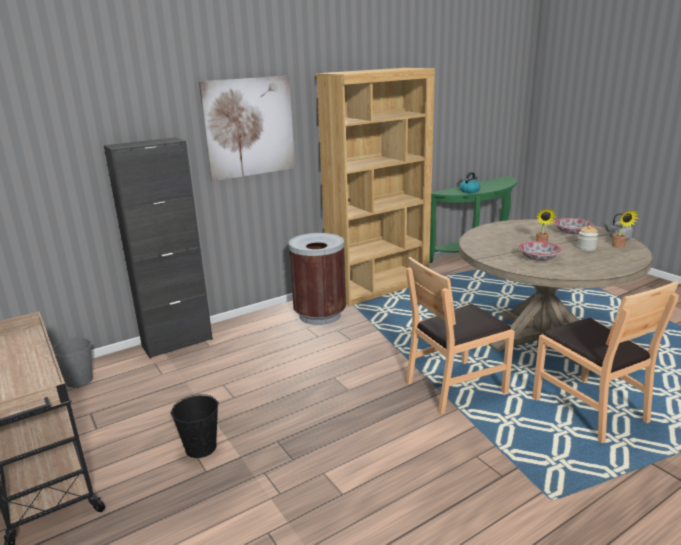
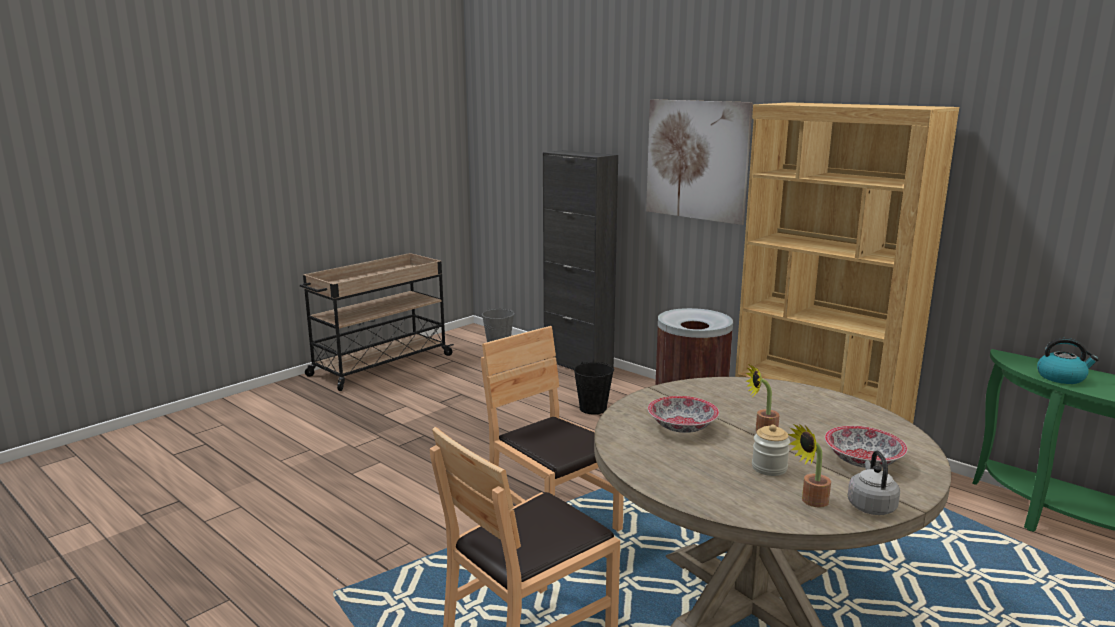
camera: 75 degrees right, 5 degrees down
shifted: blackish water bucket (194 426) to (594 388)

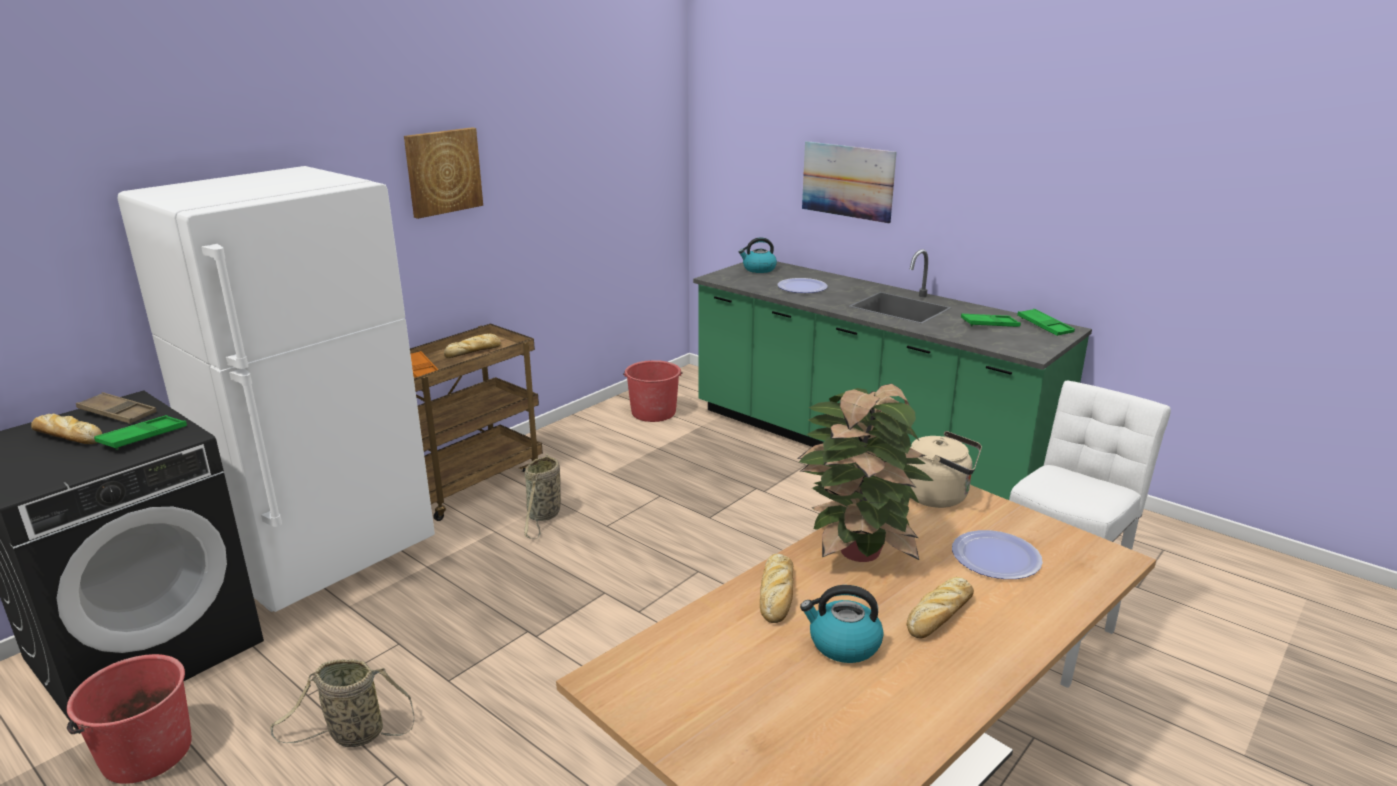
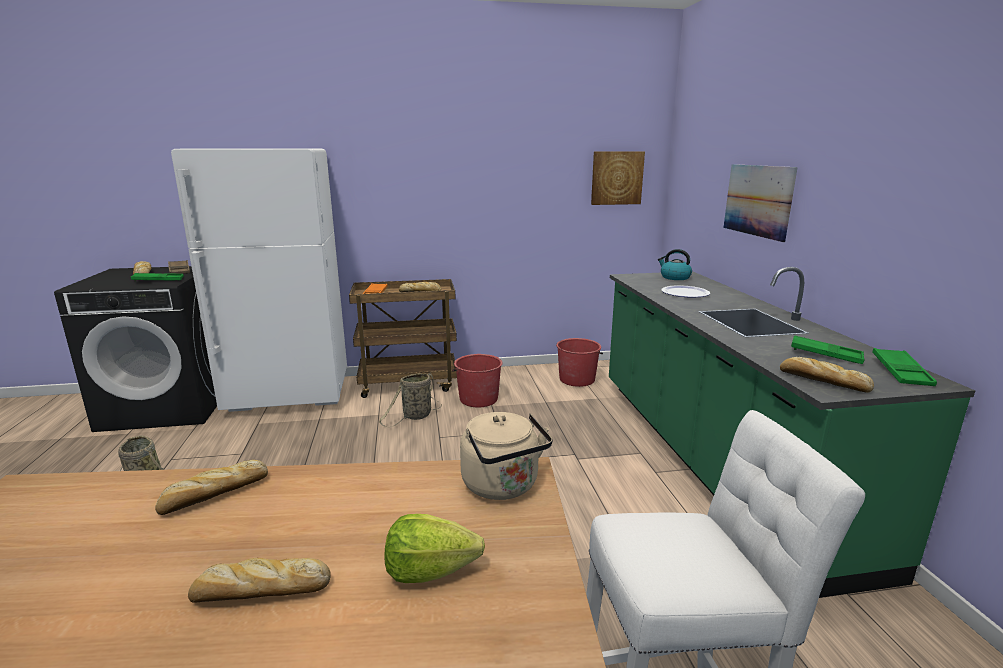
camera: 40 degrees right, 5 degrees down
gone: houseplant (865 473); tea kettle (842 624)
new: baked bread (827 375)
shifted: reddish water bucket (129 719) to (477 380); wall picture (443 173) to (618 178)
swapped: dinner plate (997 554) to head of lettuce (435 548)

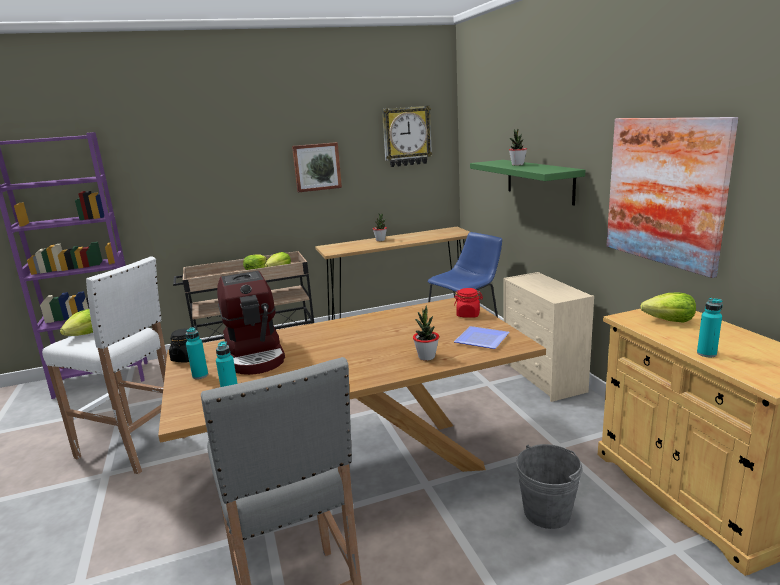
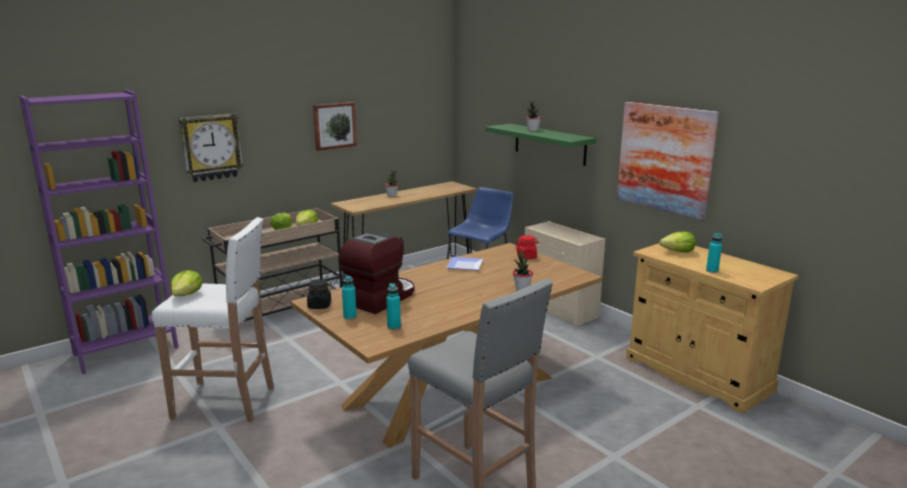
camera: 20 degrees left, 0 degrees up
gone: grey water bucket (549 486)
shifted: wall clock (407 136) to (211 147); dinner plate (481 337) to (464 263)
rotated: coffee maker (251 323) = (376 272) 105 degrees counterclockwise

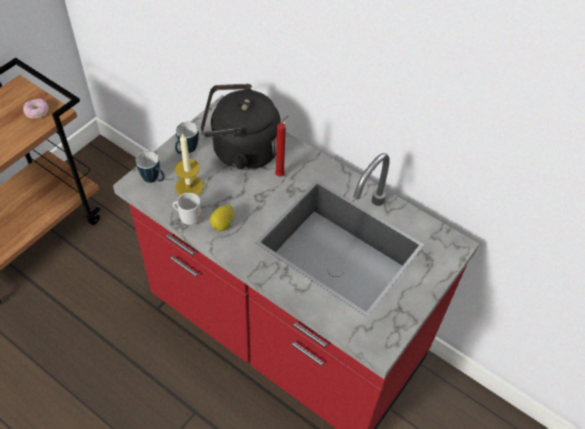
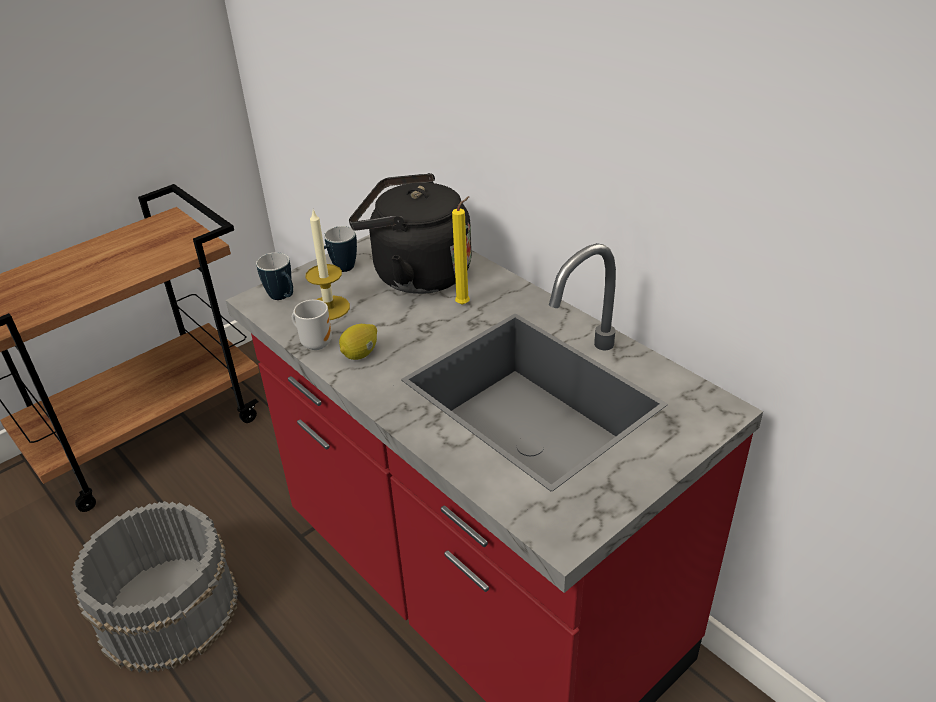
camera: 15 degrees right, 15 degrees down
gone: donut (36 109)
new: grey water bucket (154 587)
repainted: reddish wax candle (281 146) to yellowish wax candle (461 250)

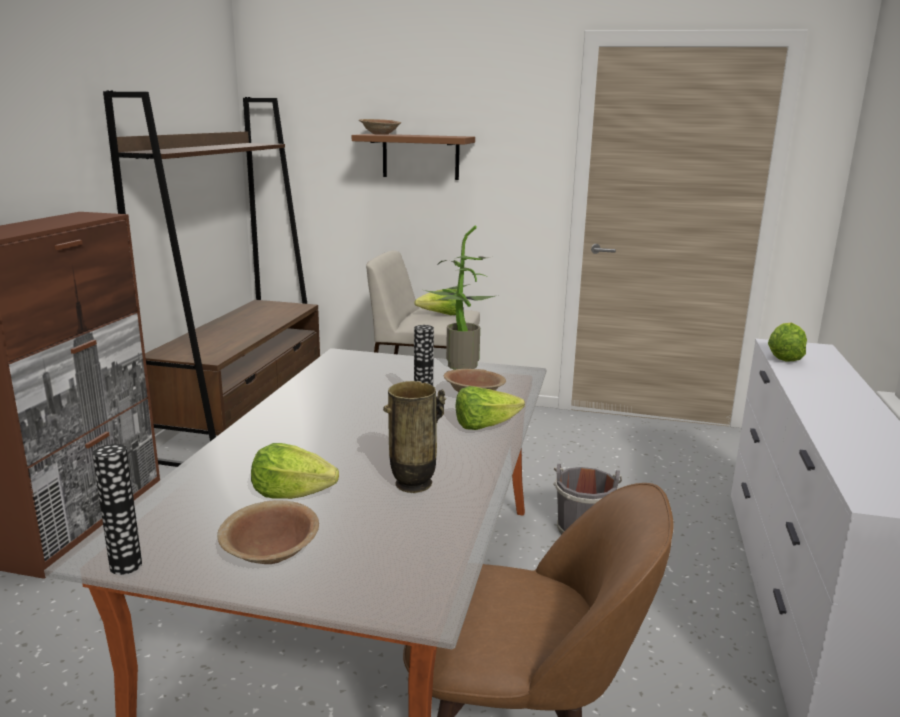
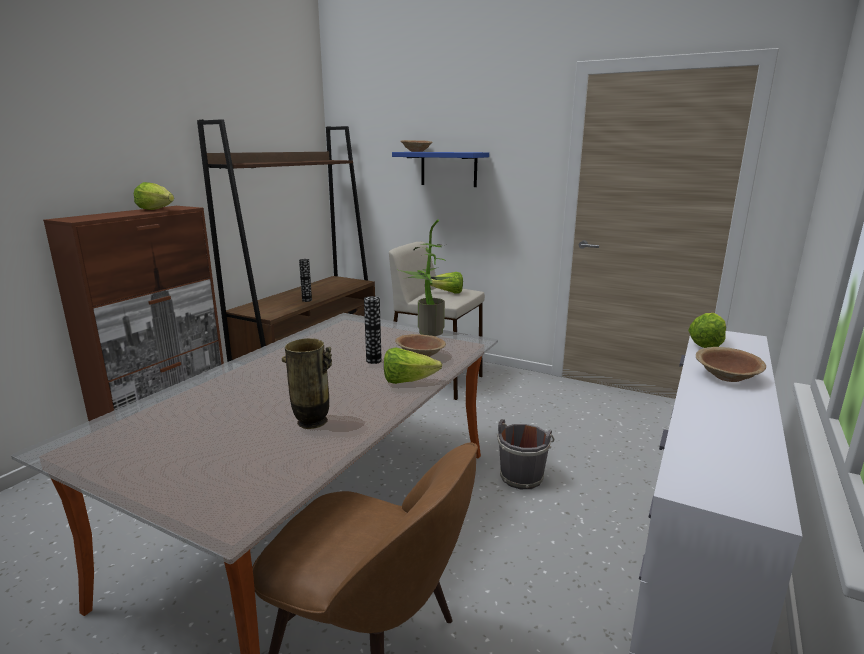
camera: 15 degrees right, 0 degrees up
shifted: head of lettuce (295 471) to (154 196); vase (117 509) to (305 280); brown serving bowl (268 532) to (731 364)
repainted: brown bracket shelf (413 157) to bluish bracket shelf (440 169)

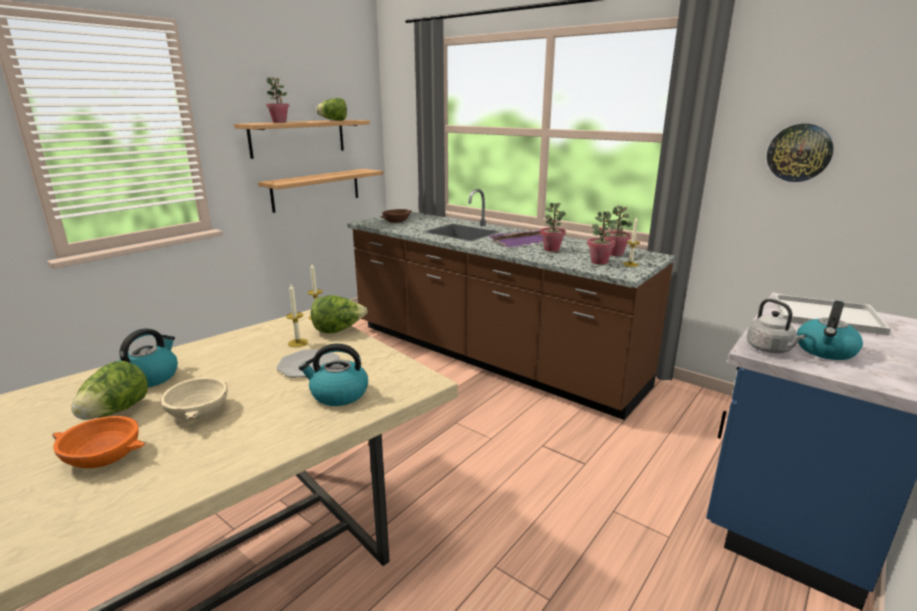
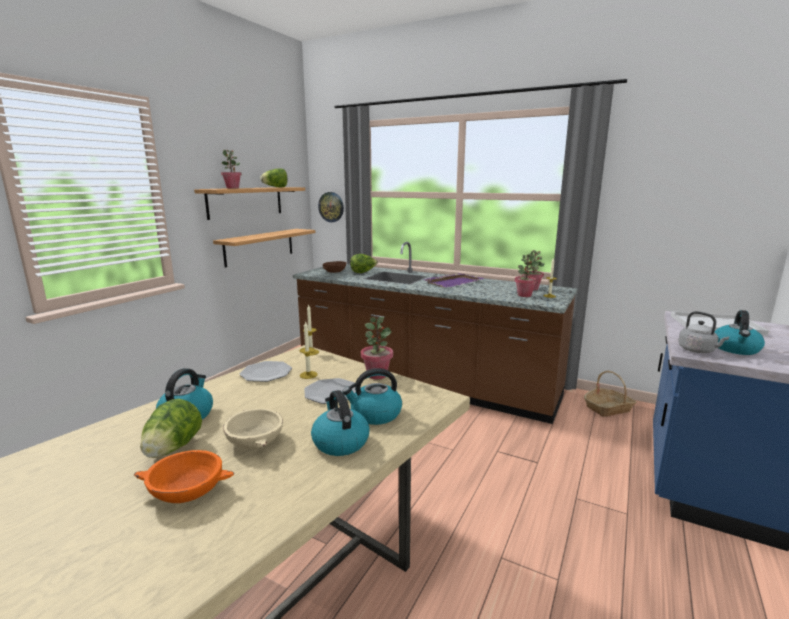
camera: 10 degrees left, 5 degrees down
new: dinner plate (265 371); tea kettle (340 423); storage basket (610 394)
shifted: wall clock (800 153) to (331 207); head of lettuce (339 314) to (364 263); houseplant (553 227) to (377 348)

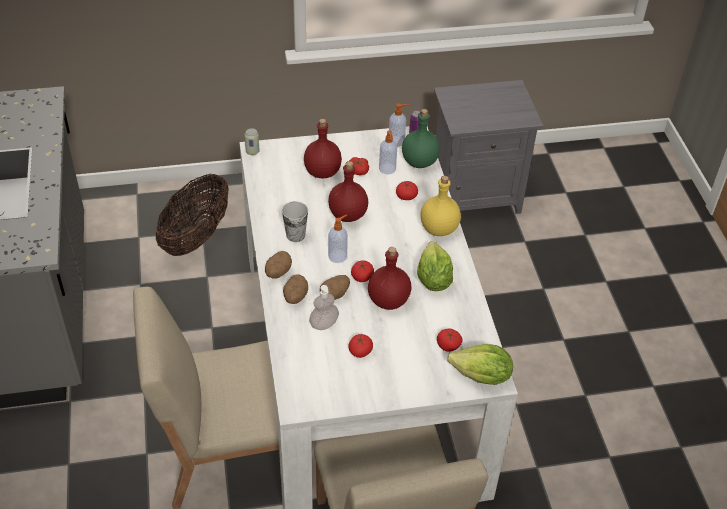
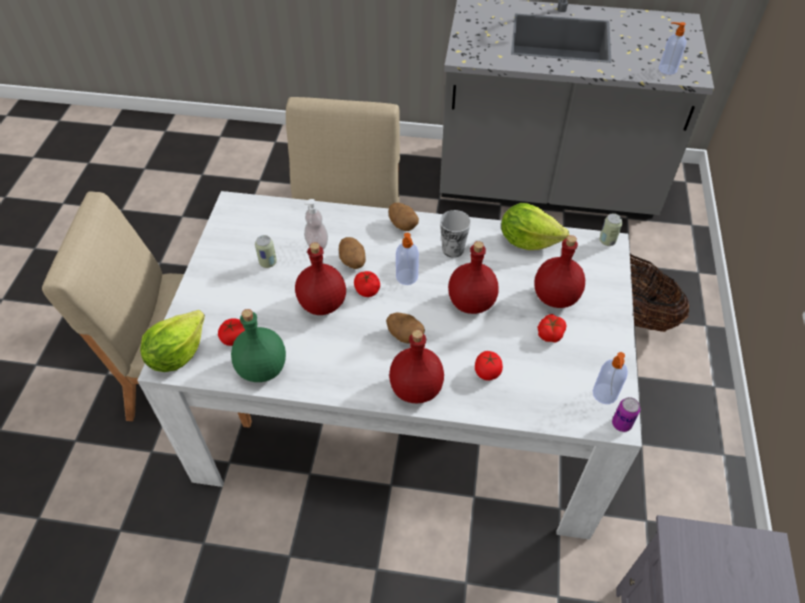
camera: 110 degrees right, 5 degrees up
shifted: green beverage bottle (421 138) to (258 345); potato (295 289) to (405 328); head of lettuce (435 266) to (535 226); liquid soap bottle (388 153) to (672 48)
swapped: tomato (360 346) to can (266 251)
repainted: yellowish beverage bottle (440 206) to reddish beverage bottle (416 367)

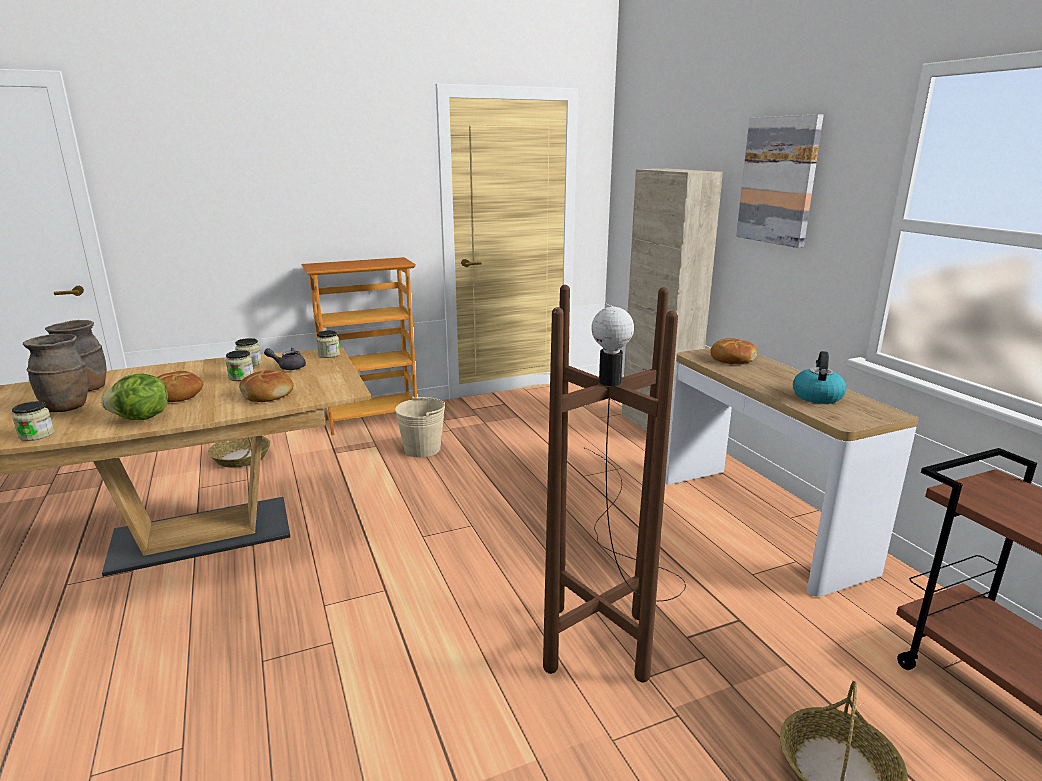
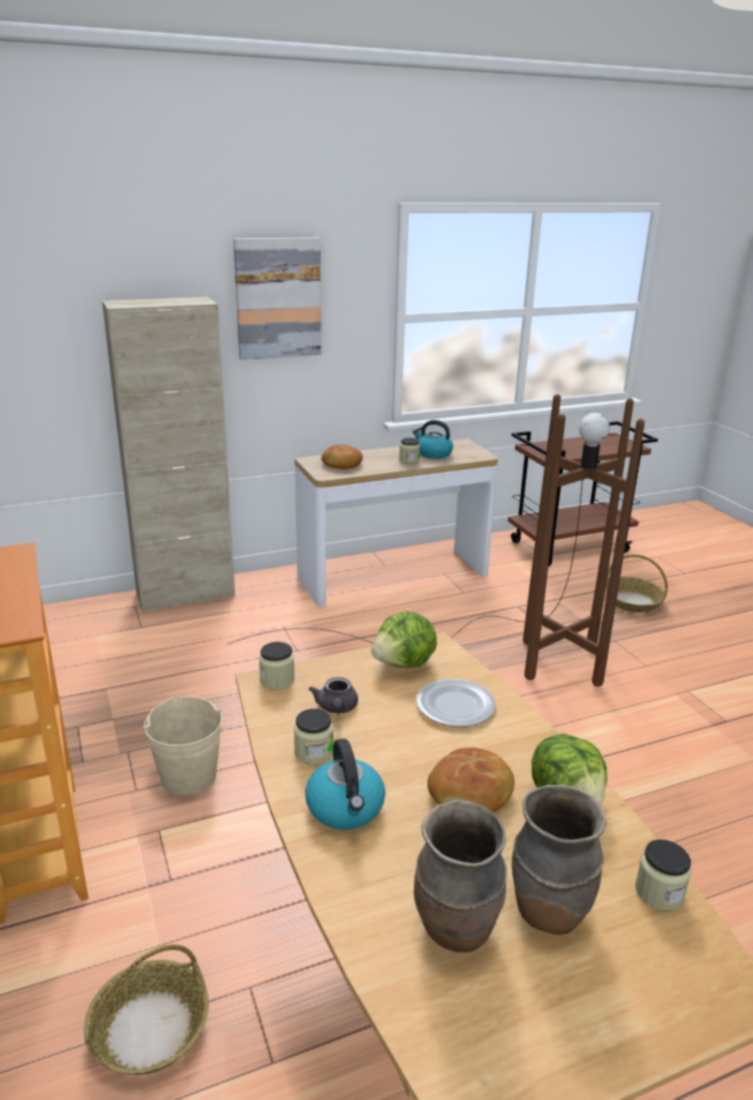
camera: 90 degrees left, 5 degrees up
new: tea kettle (345 784); head of lettuce (404 640)
shifted: preserve jar (240 365) to (409 451)
swapped: baked bread (266 386) to dinner plate (456 703)

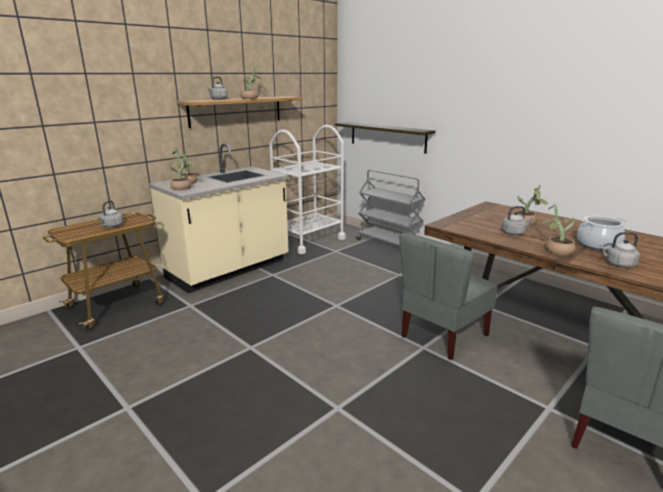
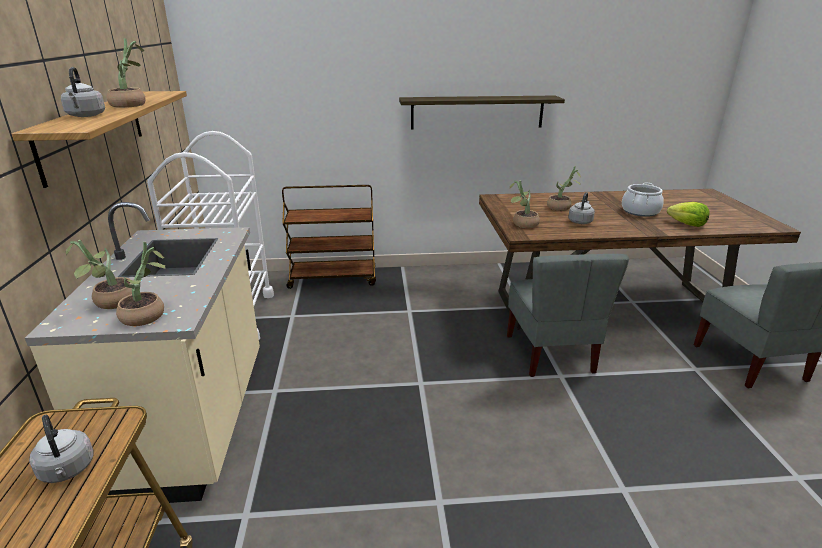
camera: 50 degrees left, 5 degrees up
shifted: bracket shelf (385 138) to (482 112); houseplant (558 229) to (525 204)
swapped: grey tea kettle (619 250) to head of lettuce (688 214)
repainted: grey wheeled cart (390 209) to brown wheeled cart (329 237)

